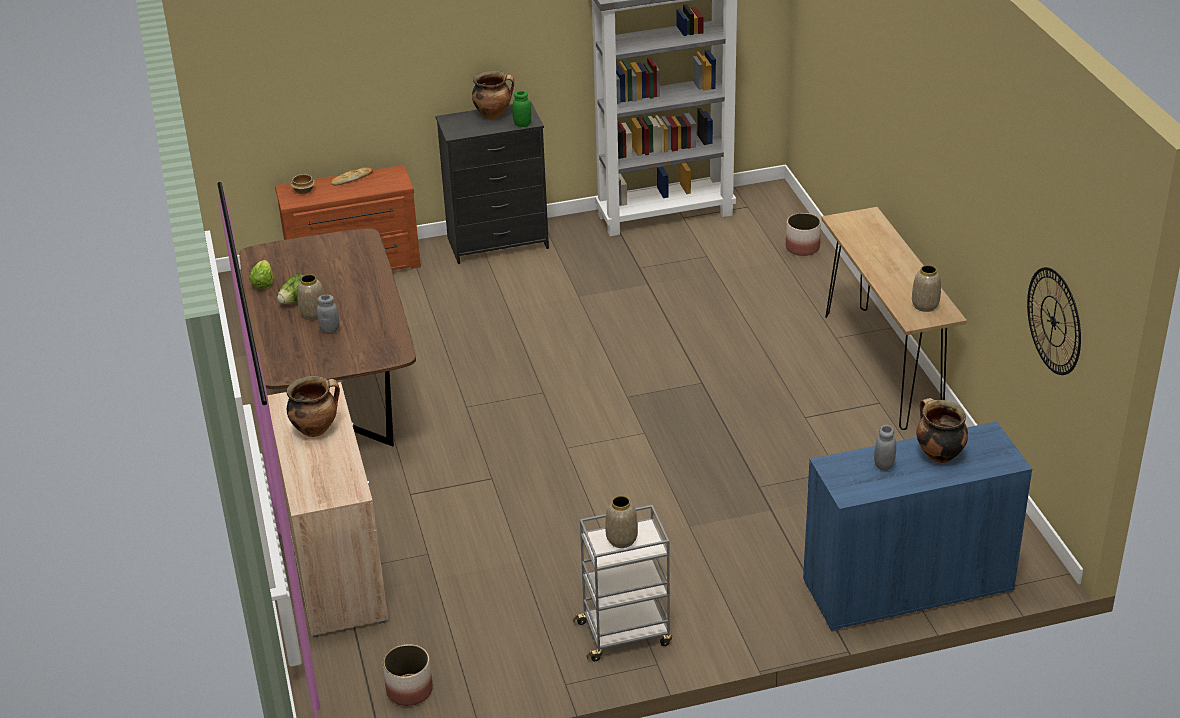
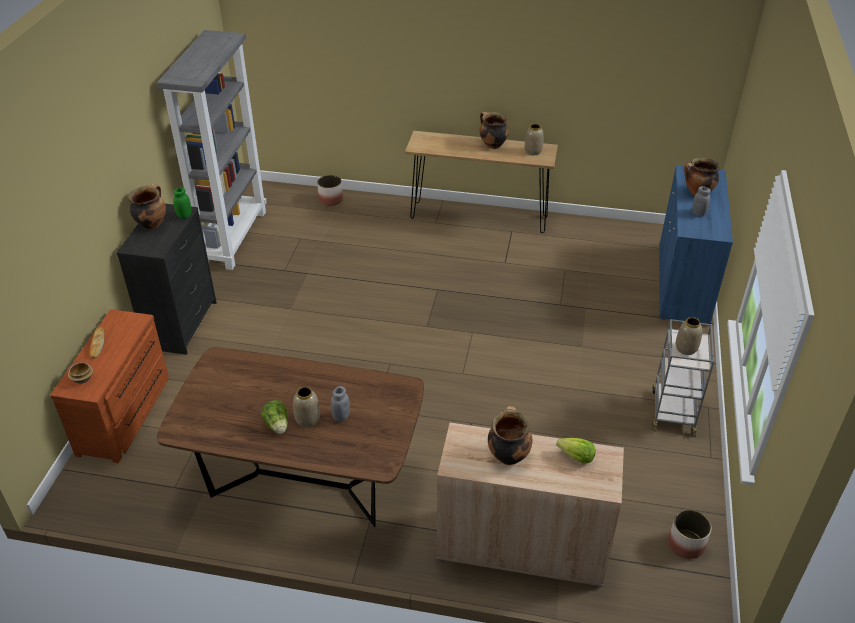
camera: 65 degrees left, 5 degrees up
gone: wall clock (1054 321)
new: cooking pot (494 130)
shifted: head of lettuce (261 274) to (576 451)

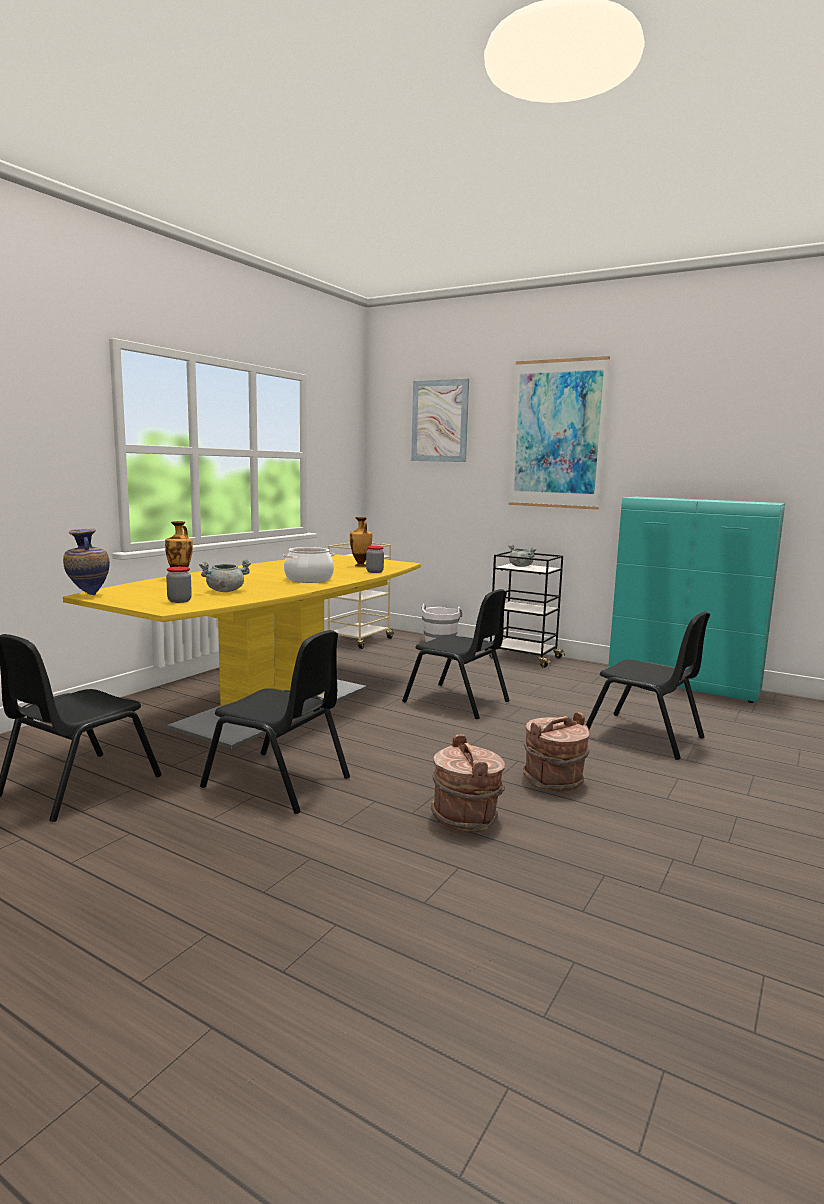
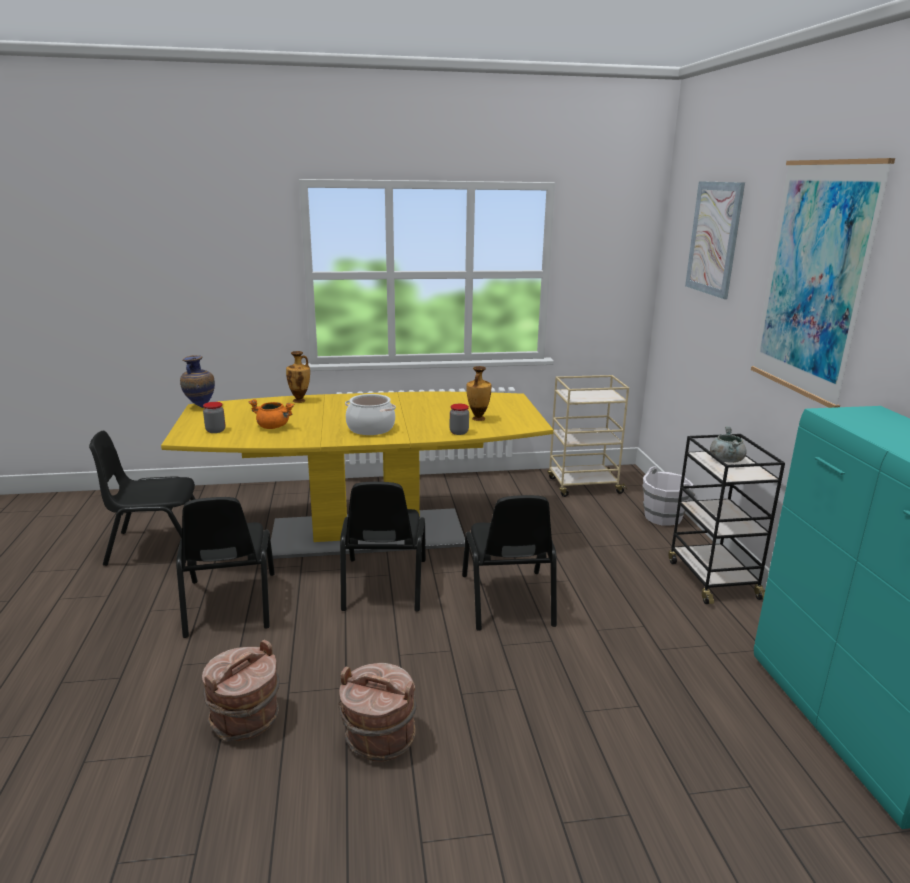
camera: 50 degrees right, 10 degrees up
shifted: blackish chair (648 685) to (383 546)
repainted: grey cooking pot (225 576) to orange-coloured cooking pot (271 414)

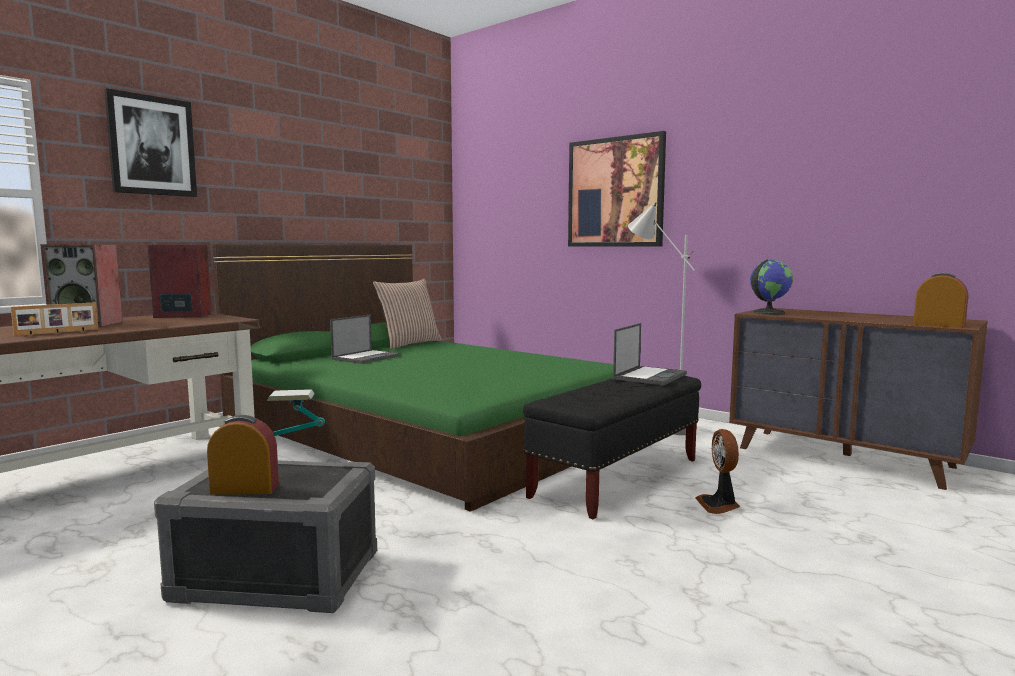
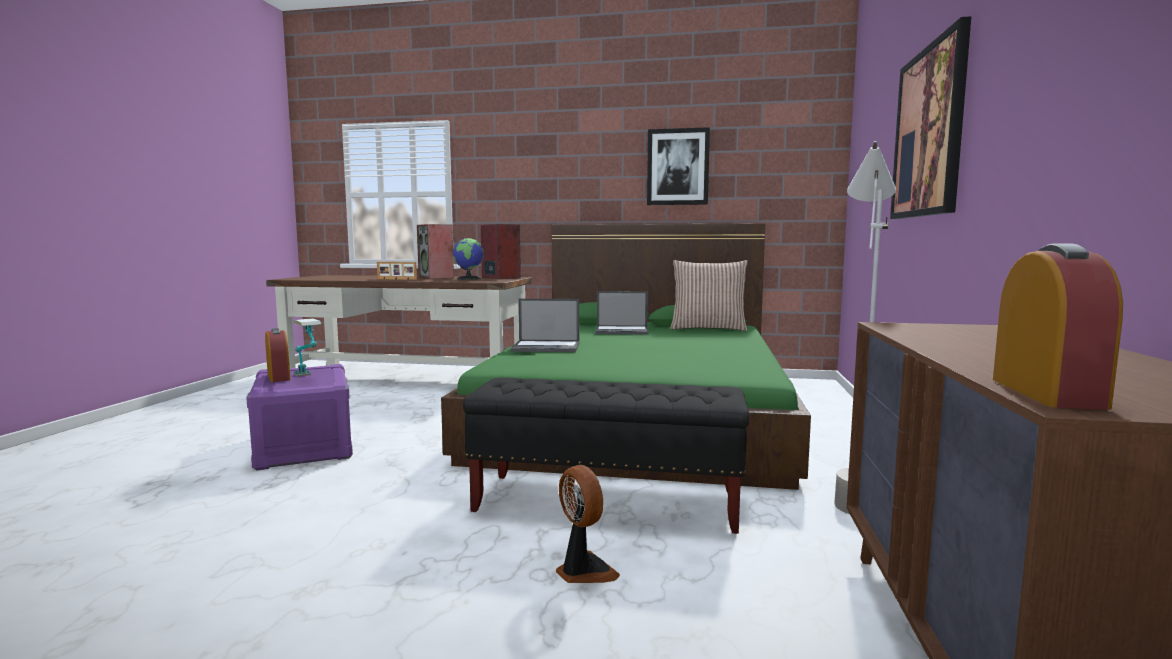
camera: 60 degrees right, 0 degrees up
shifted: world globe (771 287) to (468 259); portable computer (650 354) to (545 325); wall picture (150 142) to (678 166)
repainted: grey storage box (265 537) to purple-coloured storage box (299 417)
rotated: electric fan (717 471) = (588 524) 90 degrees clockwise

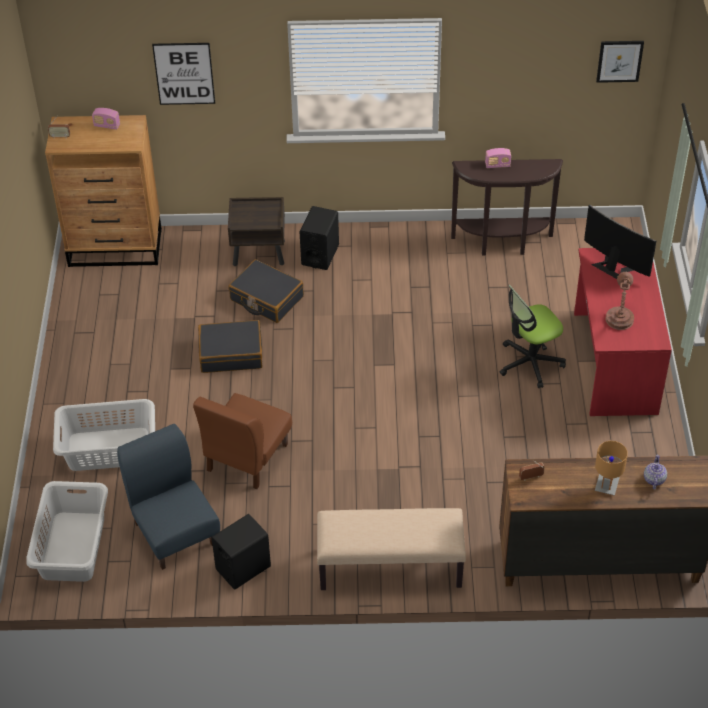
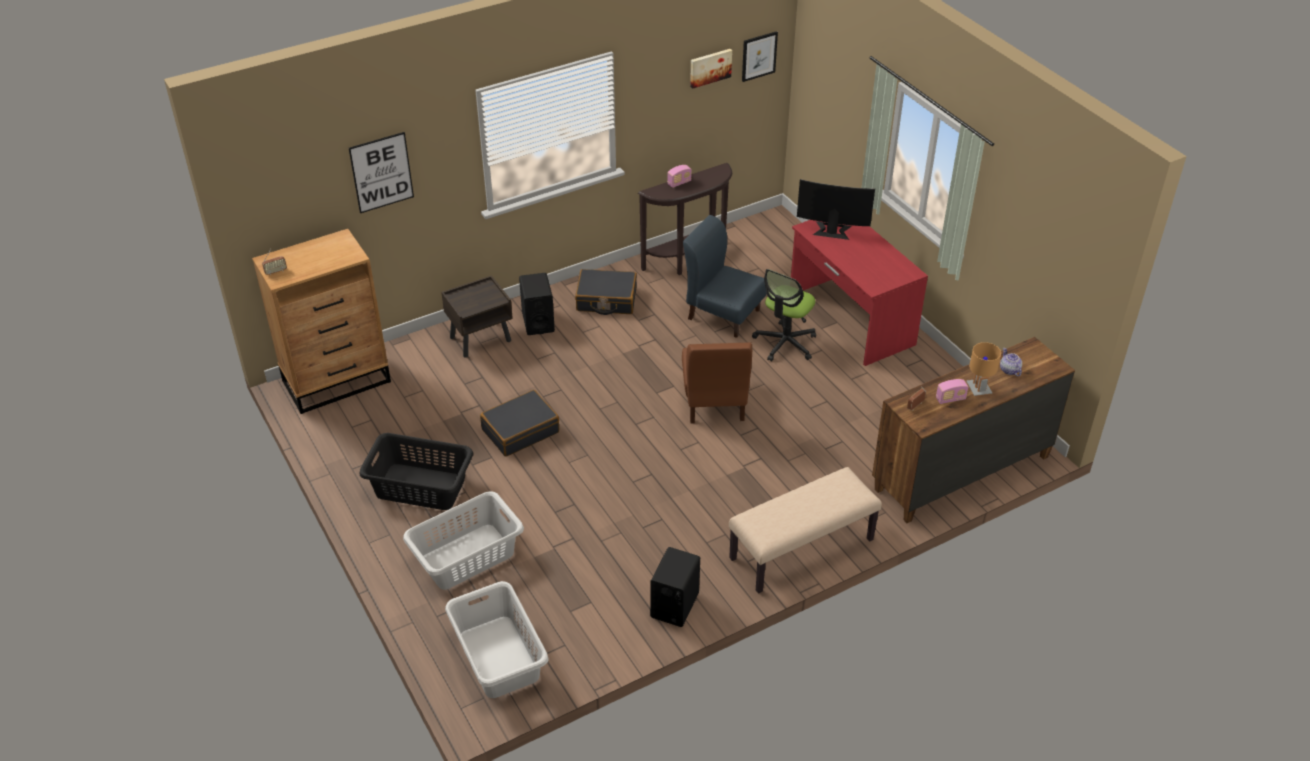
camera: 30 degrees left, 5 degrees down
gone: brown lamp for a table (619 301)
new: blackish hamper (416 471); wall picture (711 69)
shifted: blackish travel case (266 291) to (606 292); brown chair (242 441) to (717 383); bluish chair (168 497) to (725 276); radio (106 119) to (952 391)

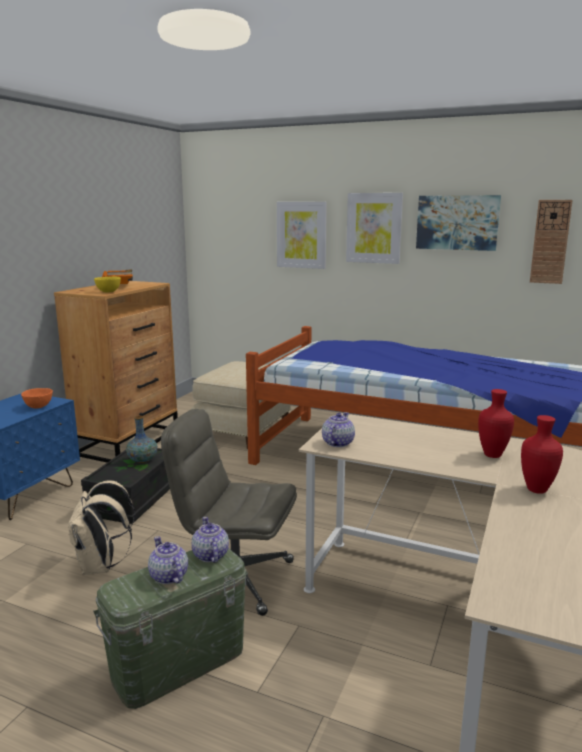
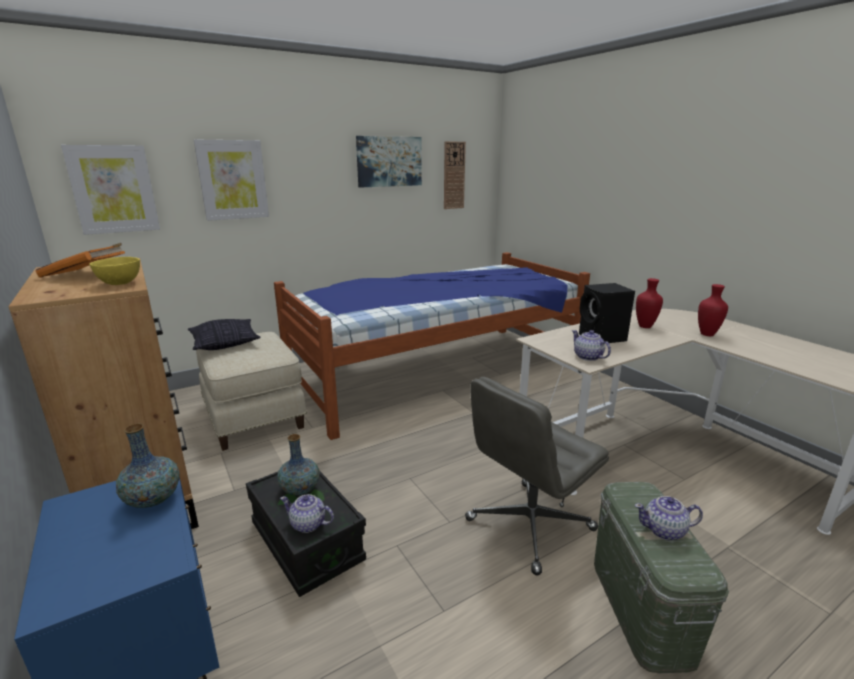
camera: 55 degrees left, 5 degrees up
gone: sand-coloured knapsack (101 527)
new: cushion (224 334); blackish loudspeaker (607 313)
shifted: wall picture (374 228) to (110 190); tea pot (210 540) to (307 513)
swapped: orange-coloured serving bowl (37 398) to vase (148 465)

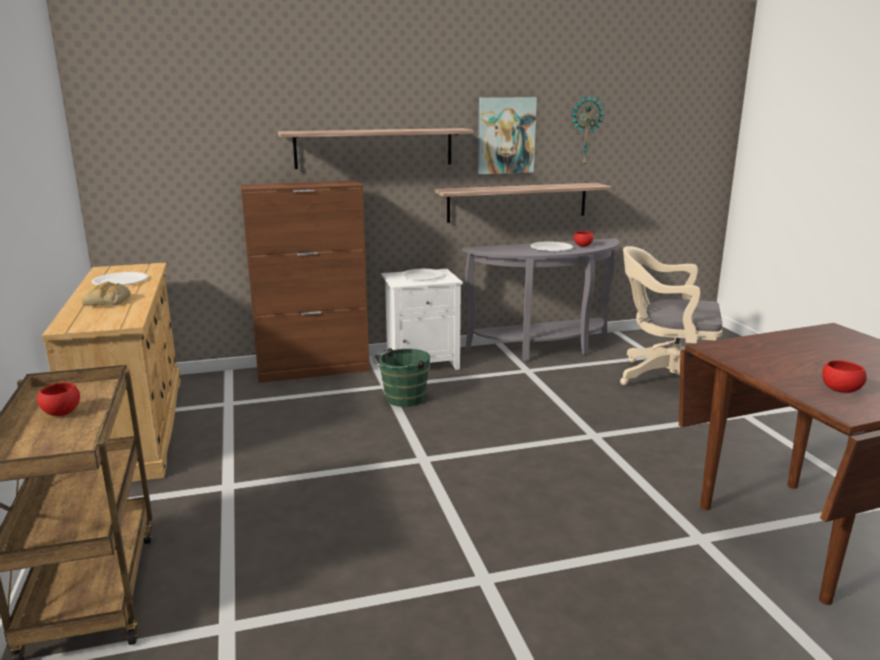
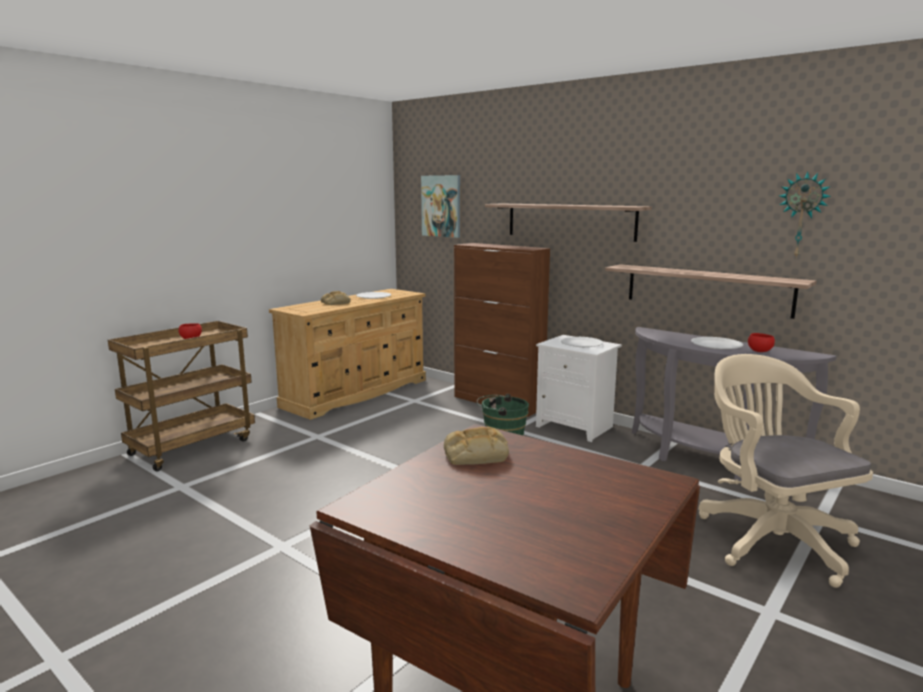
camera: 55 degrees right, 5 degrees down
gone: reddish serving bowl (844 376)
new: baked bread (476 446)
shifted: wall picture (507 135) to (440 206)

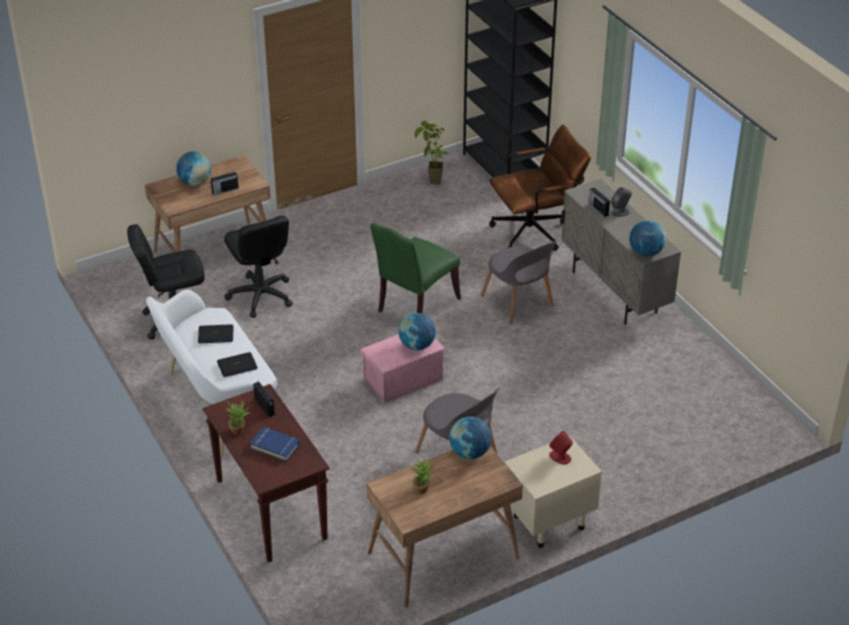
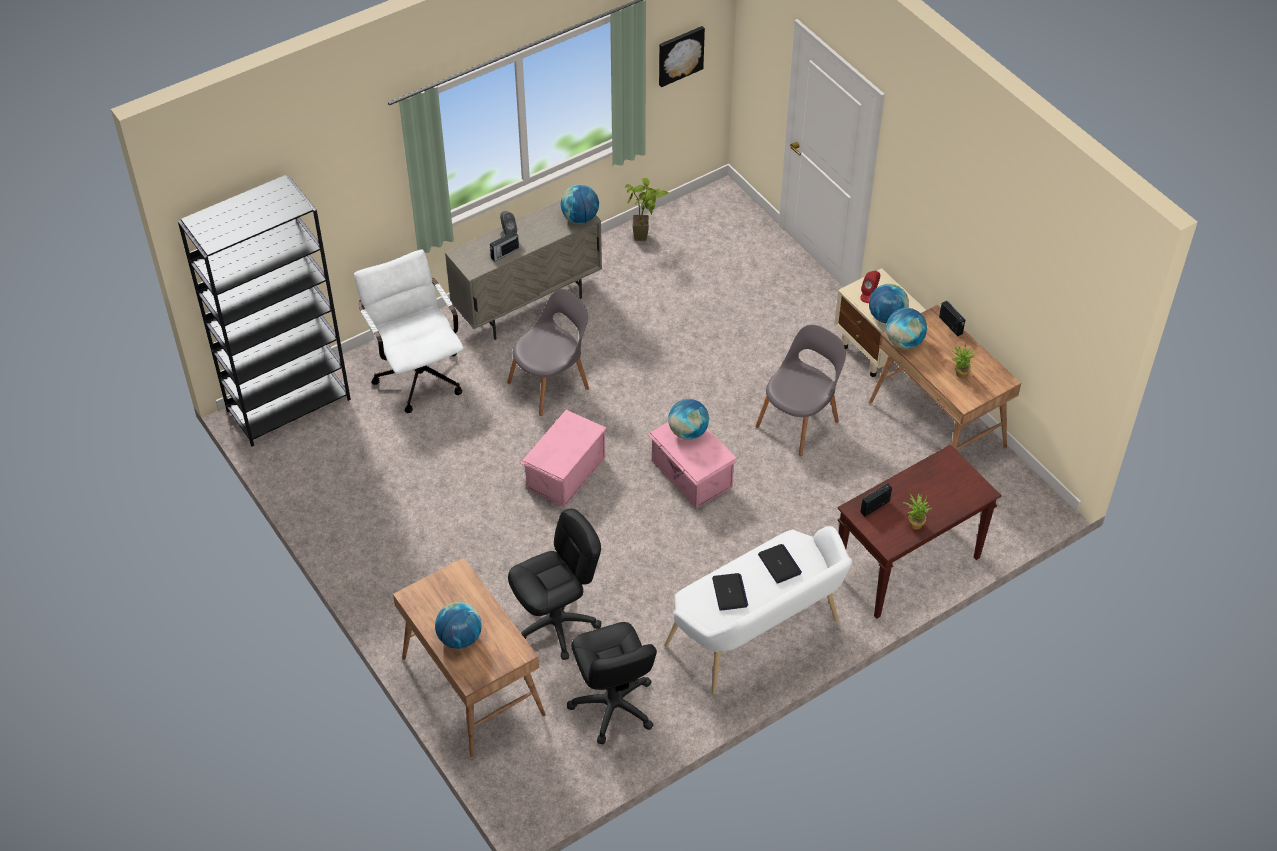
camera: 95 degrees left, 10 degrees up
gone: bluish book (275 444)
new: wall picture (682 56); world globe (889 303)
shifted: houseplant (432 153) to (647 209); radio (224 183) to (952 318)
swapped: green chair (415 268) to pink storage box (564 458)
repainted: brown computer chair (540 188) to white-coloured computer chair (409 331)

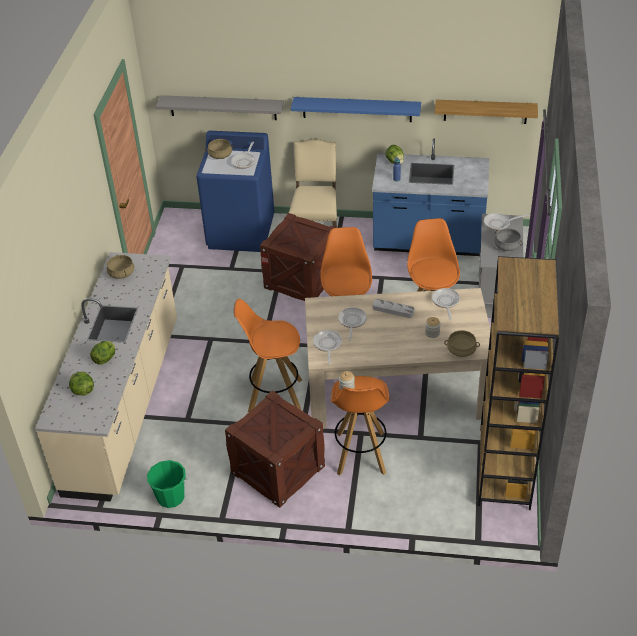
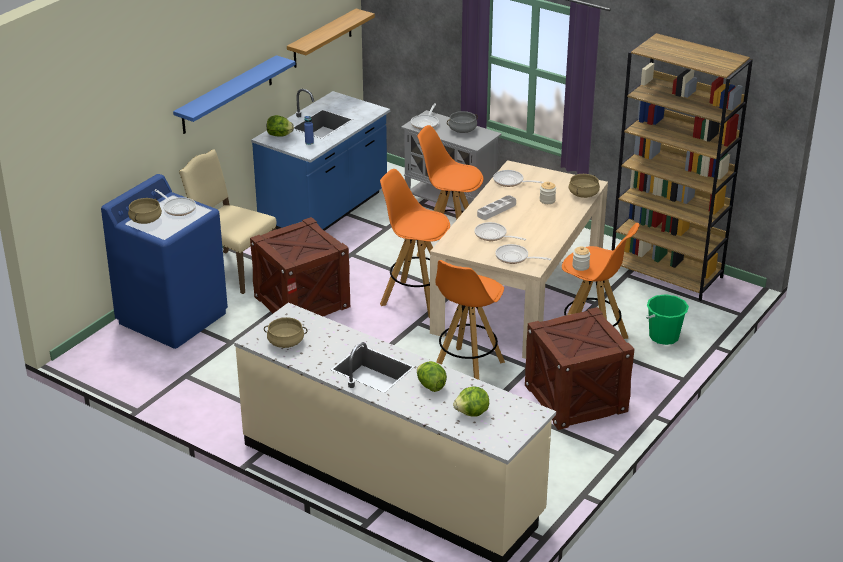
camera: 65 degrees left, 10 degrees down
gone: grey bracket shelf (220 107)
shifted: green water bucket (167 484) to (667 319)

